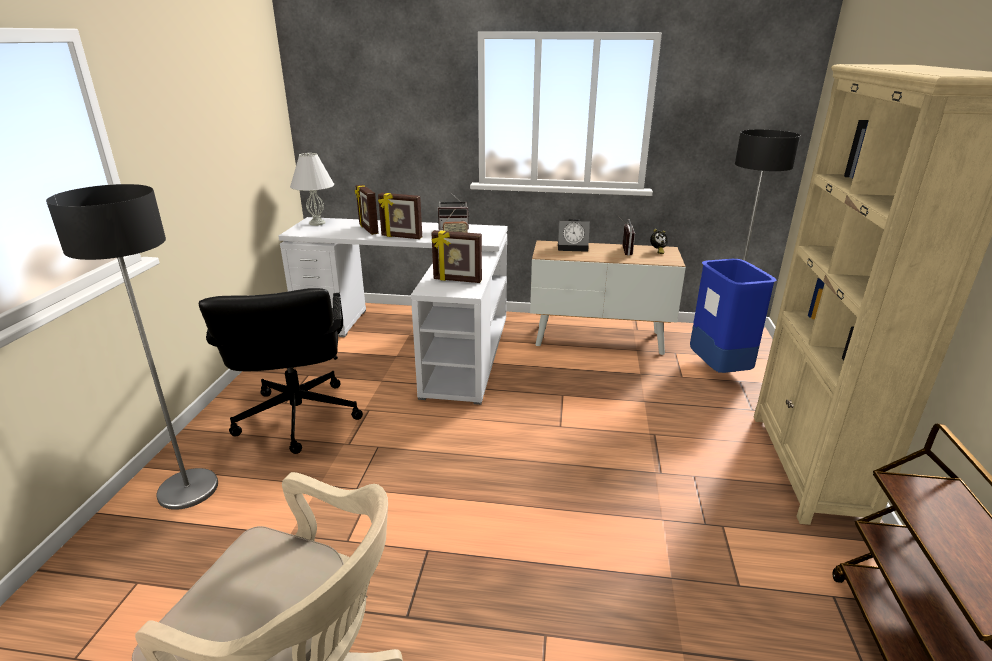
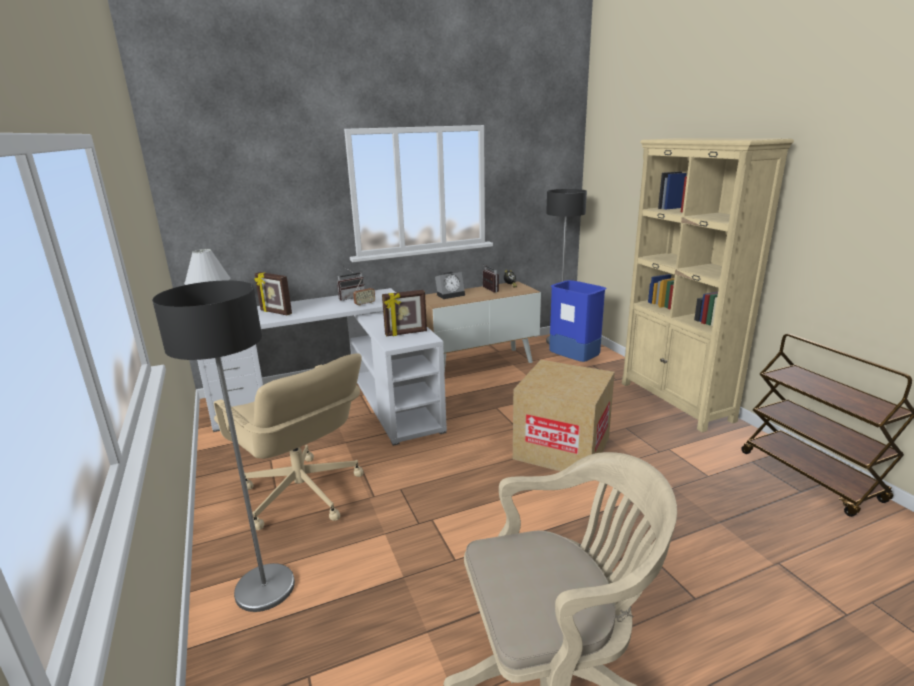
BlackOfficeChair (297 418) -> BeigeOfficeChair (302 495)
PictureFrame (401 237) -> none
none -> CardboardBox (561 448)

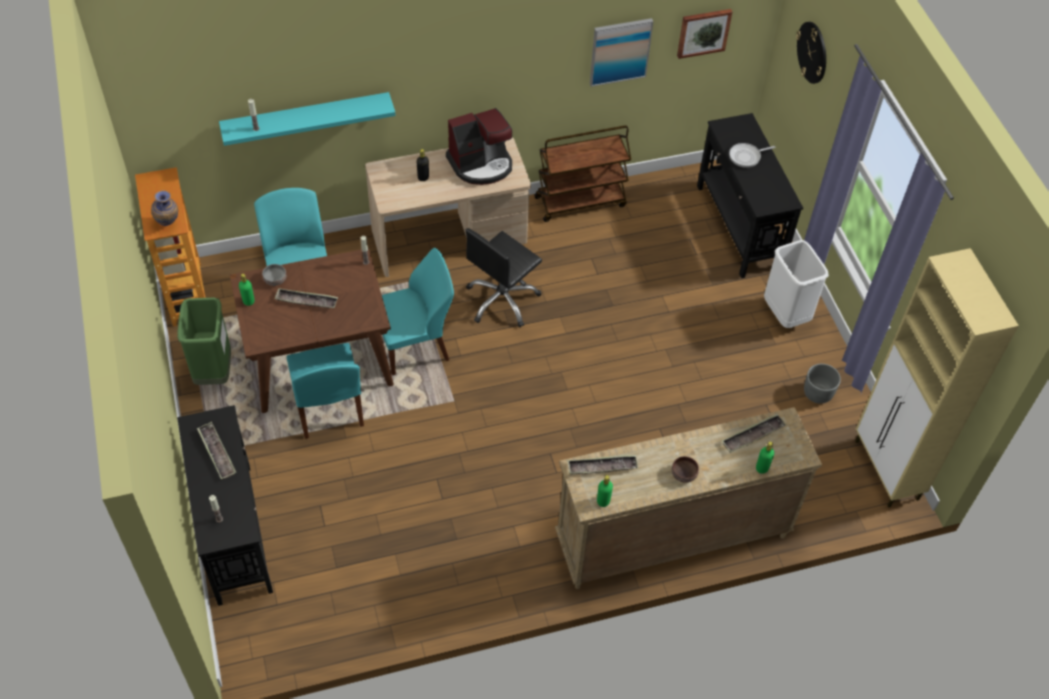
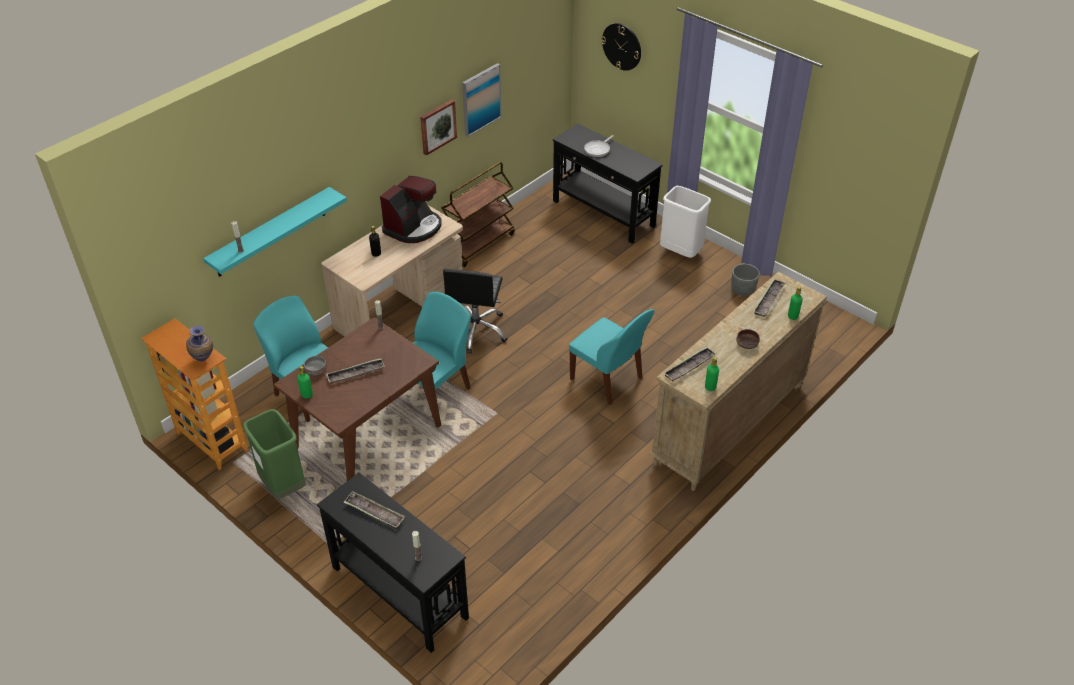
TurquoiseChair (329 409) -> TurquoiseChair (607 379), shifted
Picture (703 32) -> Picture (437 126), shifted
BeigeCabinet (886 471) -> none

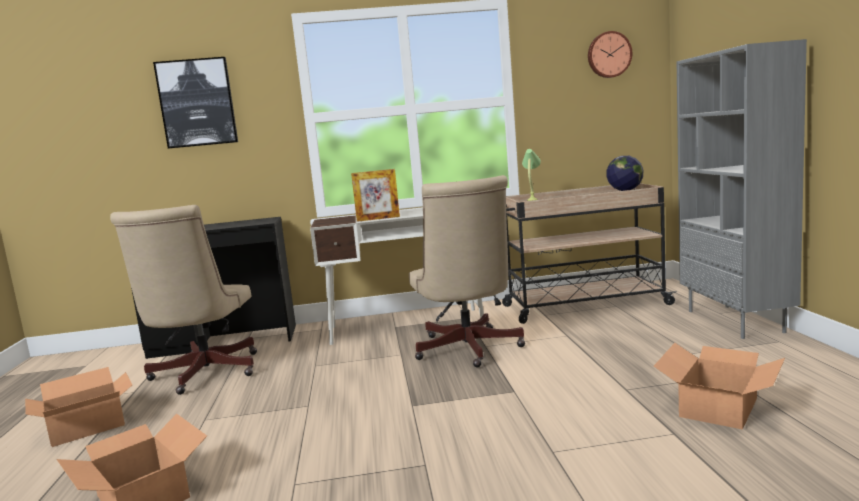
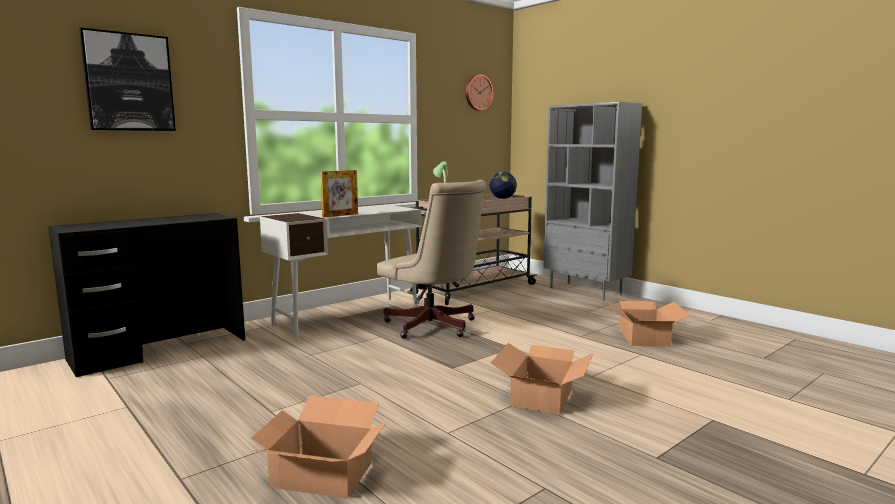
CardboardBox (87 427) -> CardboardBox (543 397), shifted
BeigeOfficeChair (202 375) -> none

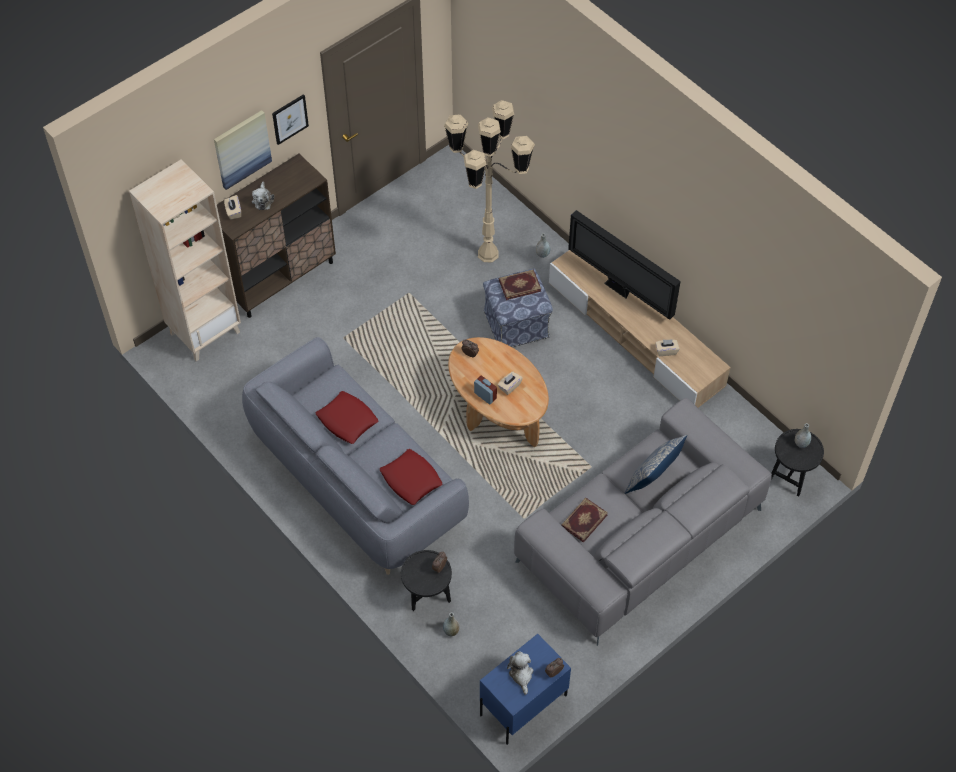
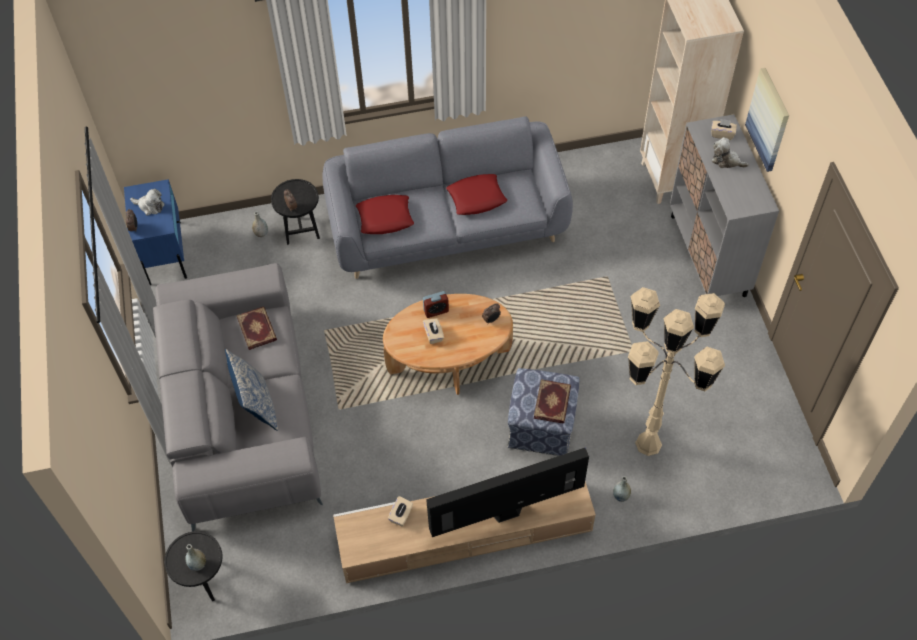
BrownCabinet (280 278) -> GreyCabinet (708 255)
Picture (290 119) -> none

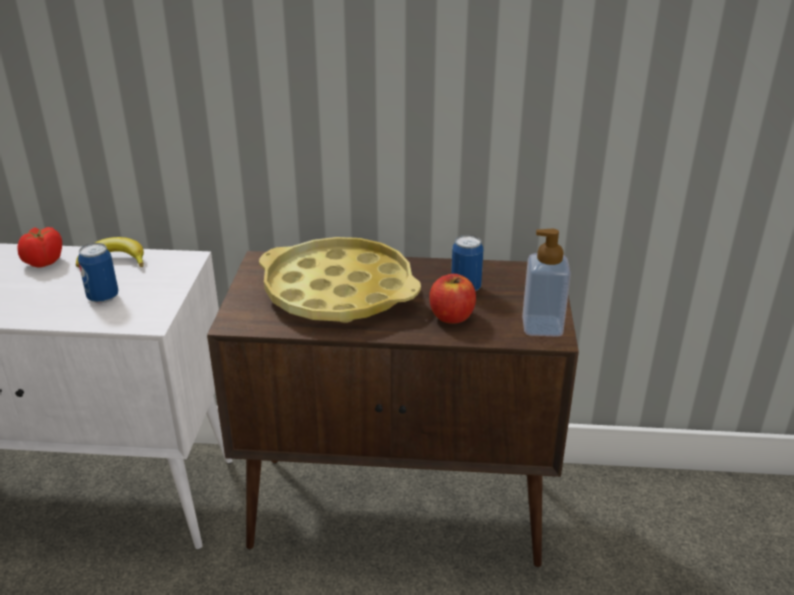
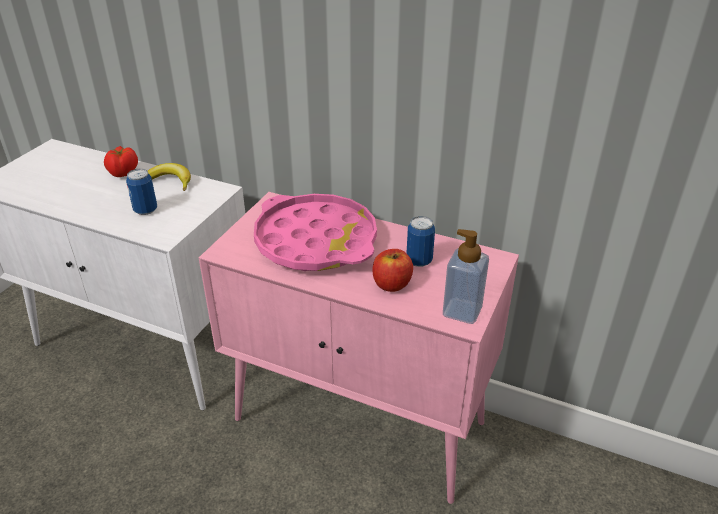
BrownCabinet (400 510) -> PinkCabinet (361 422)
YellowTray (338 291) -> PinkTray (316 241)

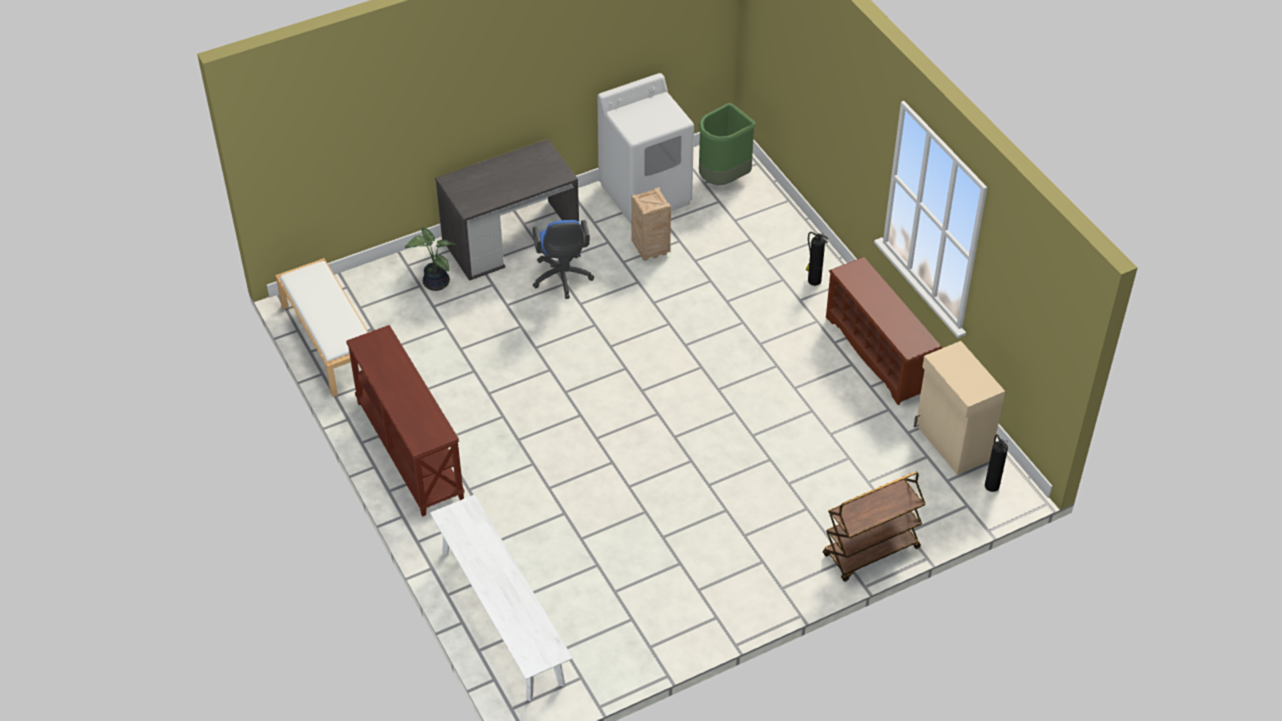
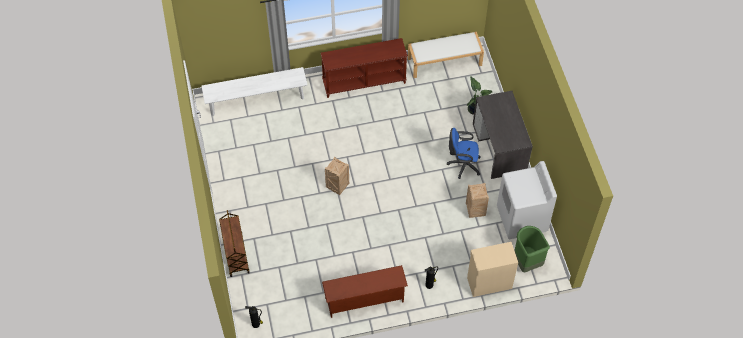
BeigeCabinet (951 443) -> BeigeCabinet (489 282), shifted
none -> Crate (338 186)

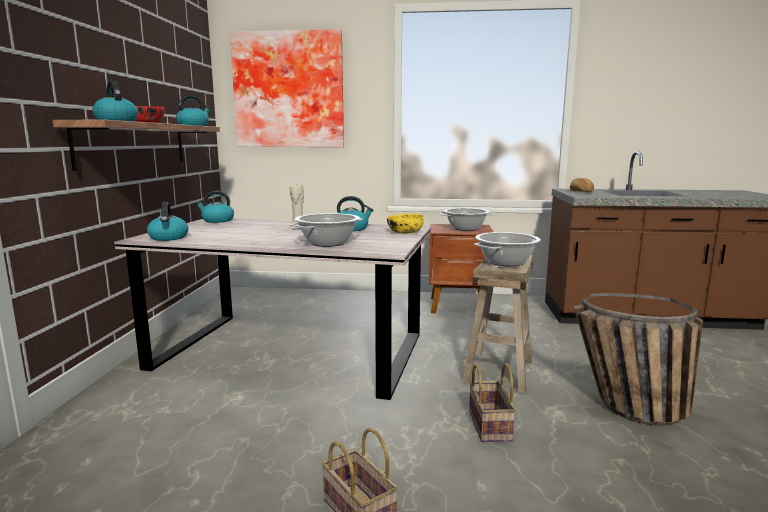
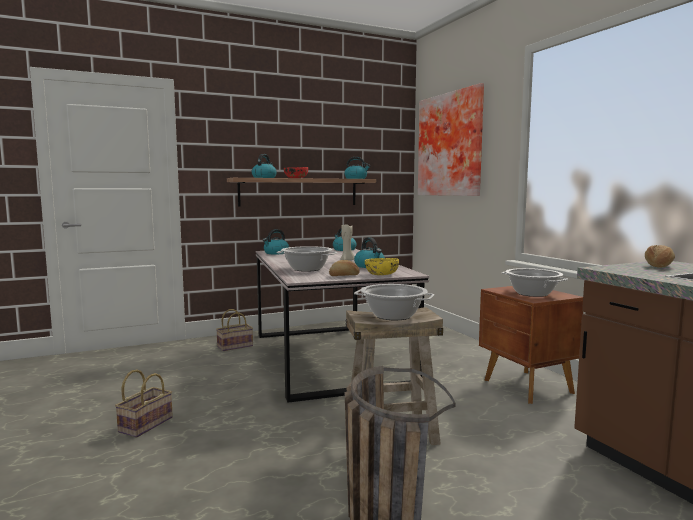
Basket (488 425) -> Basket (235 346), shifted
none -> Bread (344 276)

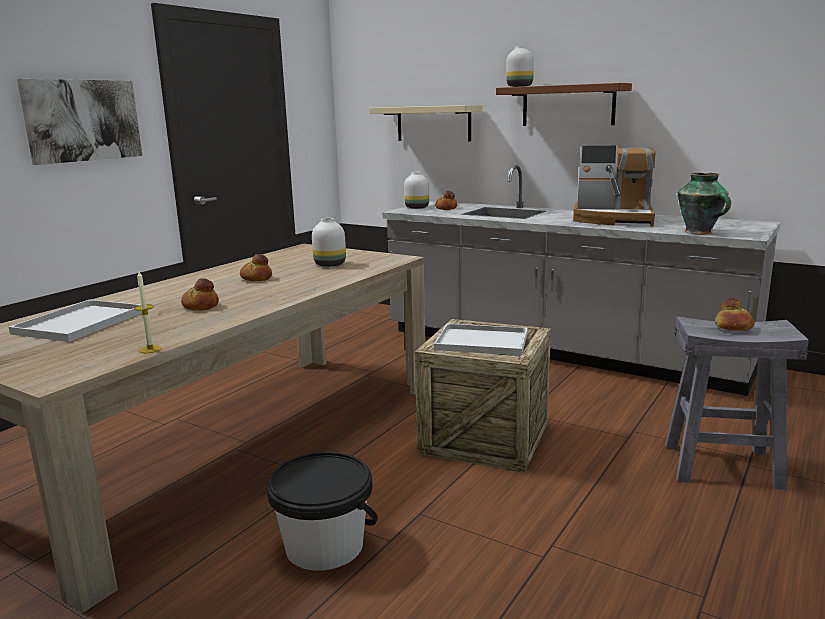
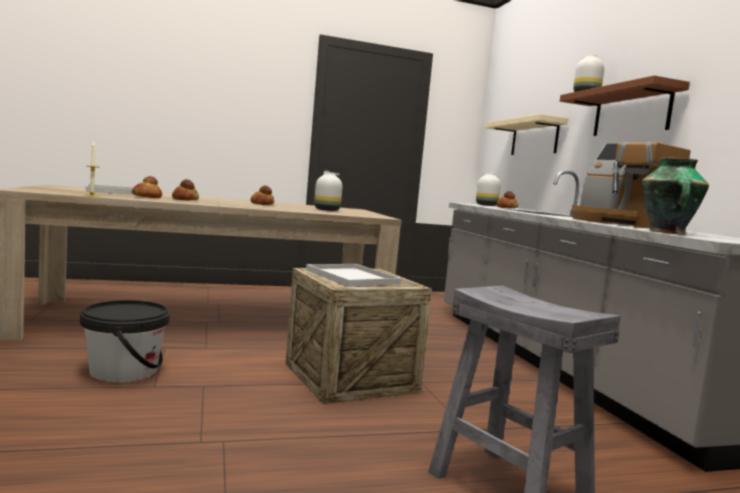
Picture (82 120) -> none
Bread (733 327) -> Bread (146 197), shifted

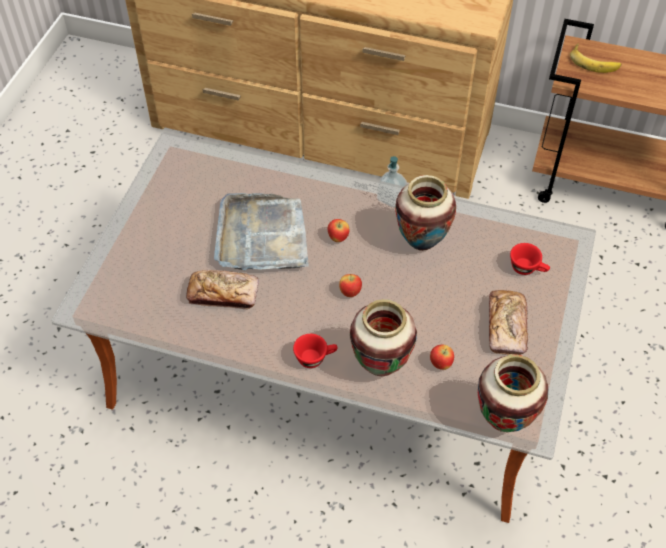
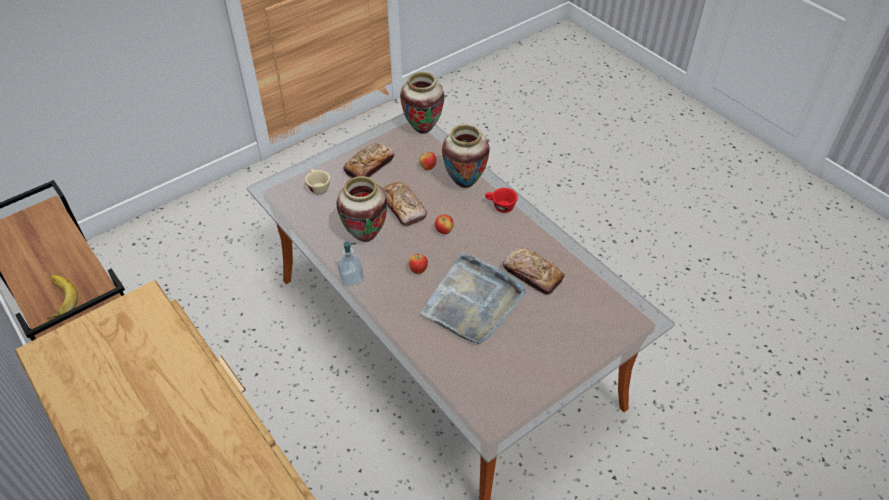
RedCup (527 268) -> BeigeCup (317 187)
none -> Bread (403 208)

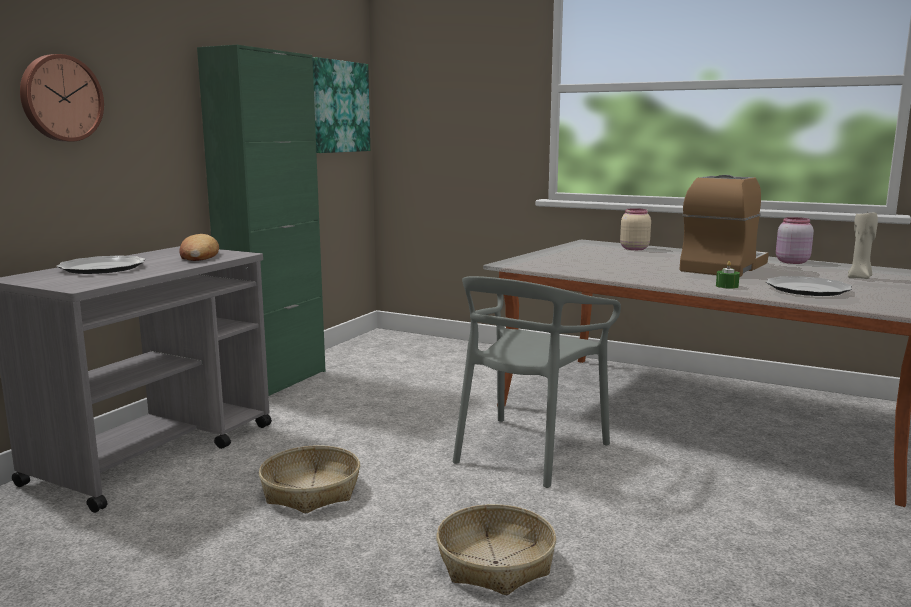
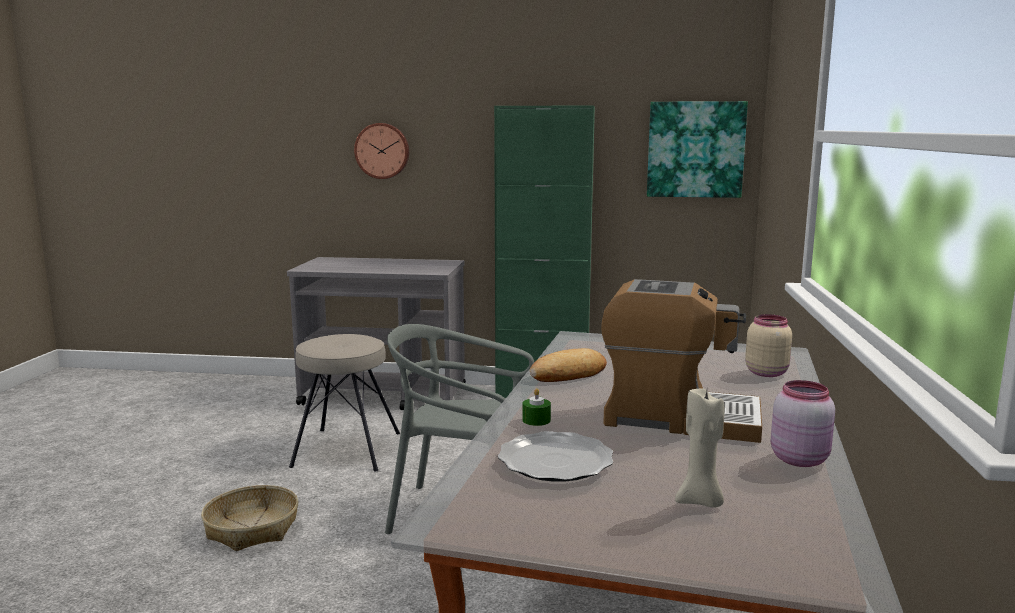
Plate (103 268) -> none
Bread (198 255) -> Bread (569 373), shifted
Basket (310 491) -> BeigeStool (346 449)

